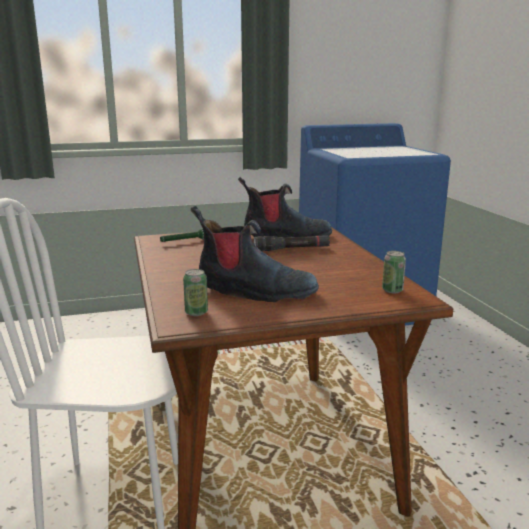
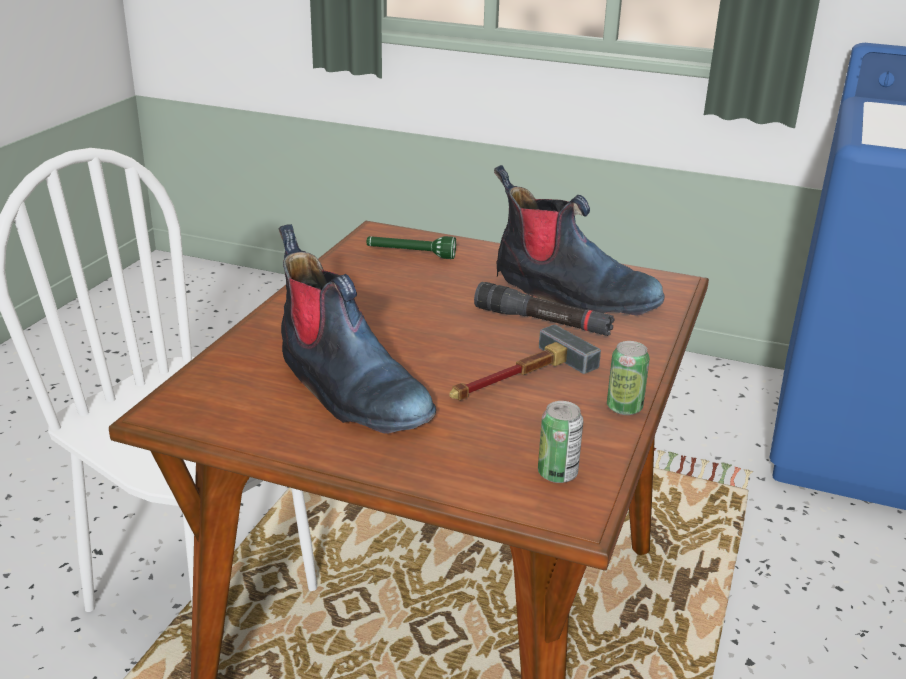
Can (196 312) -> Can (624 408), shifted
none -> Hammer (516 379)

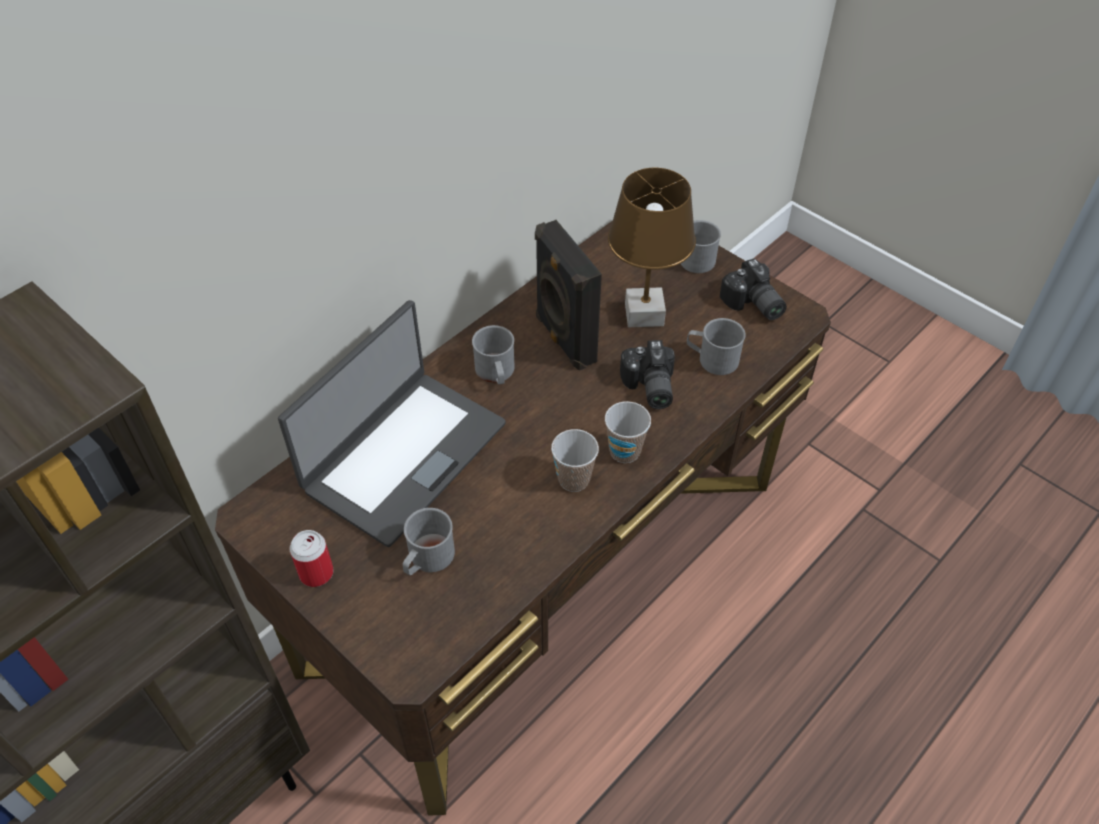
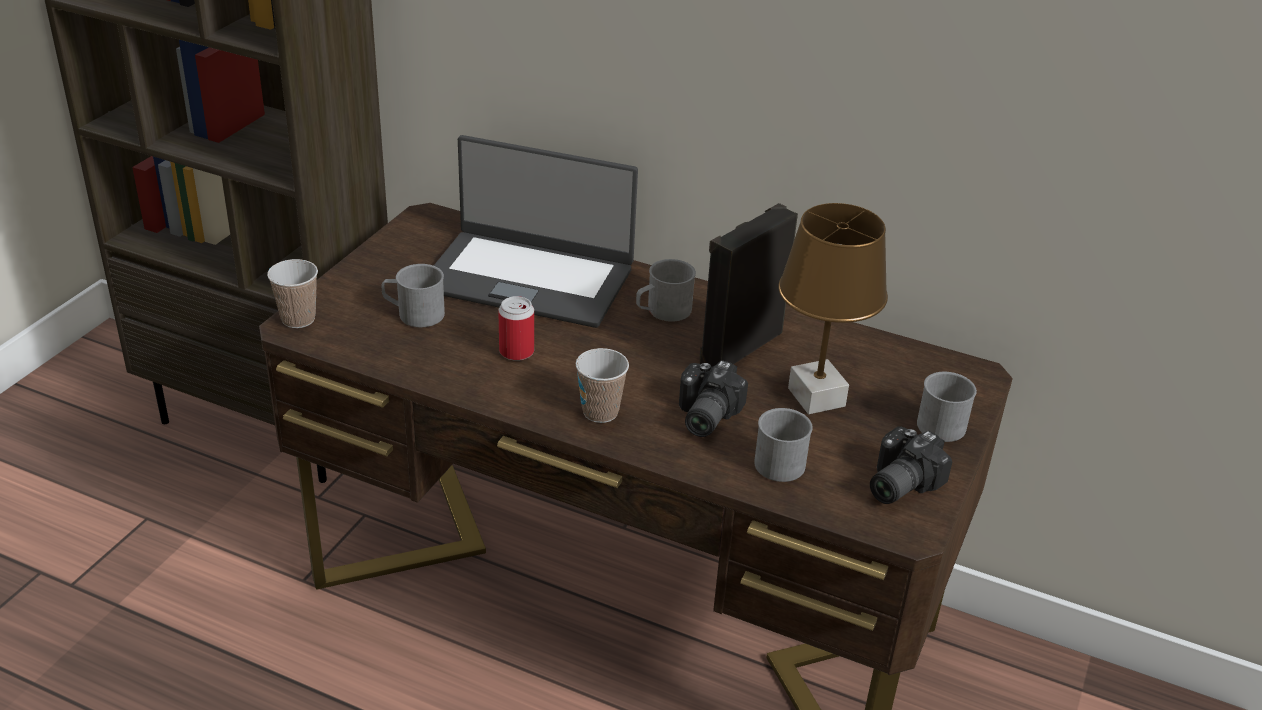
Can (316 573) -> Can (516 352), shifted
Cup (574 479) -> Cup (298 319), shifted
PhotoCamera (648 387) -> PhotoCamera (703 416), 45 degrees counterclockwise

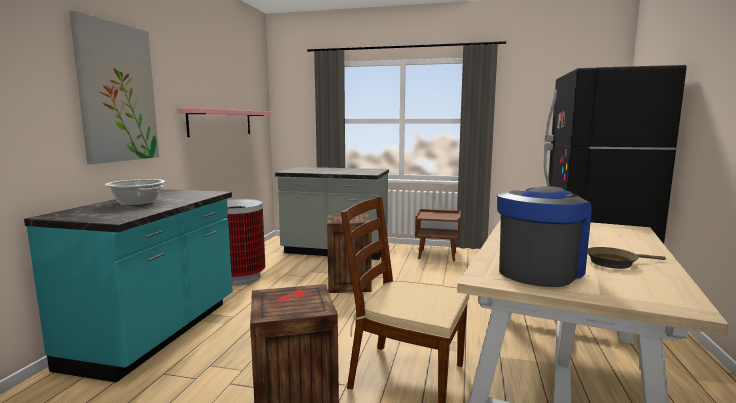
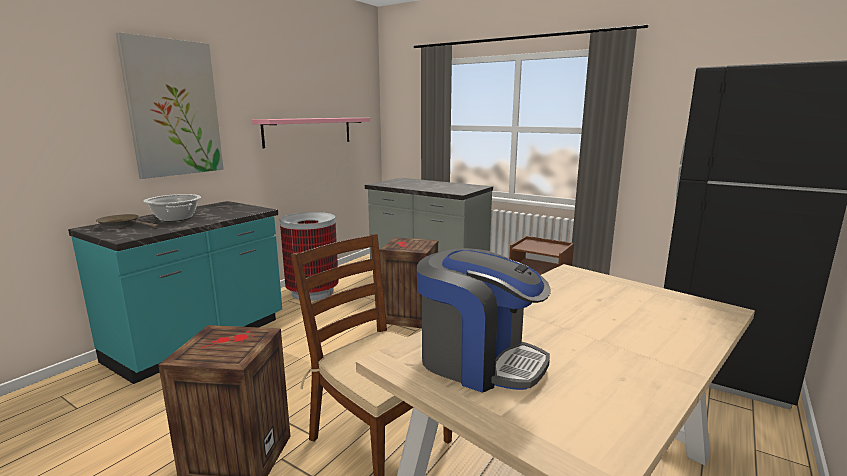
CoffeeMachine (540 270) -> CoffeeMachine (479 361), 60 degrees clockwise
BrownFryingPan (614 262) -> BrownFryingPan (122 225), shifted

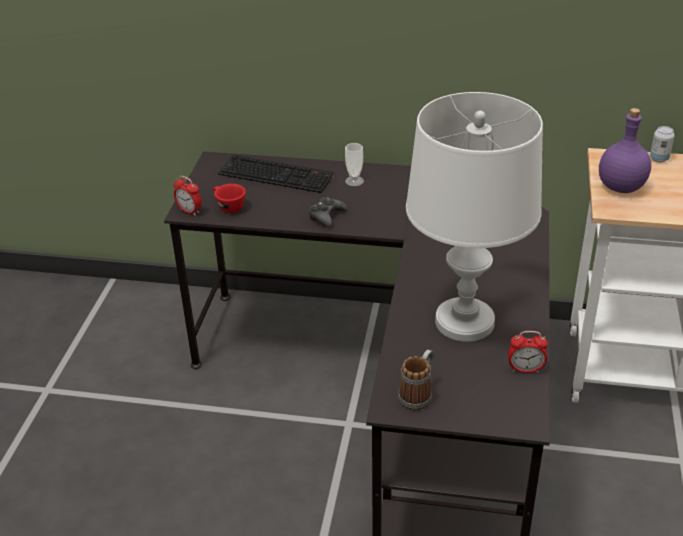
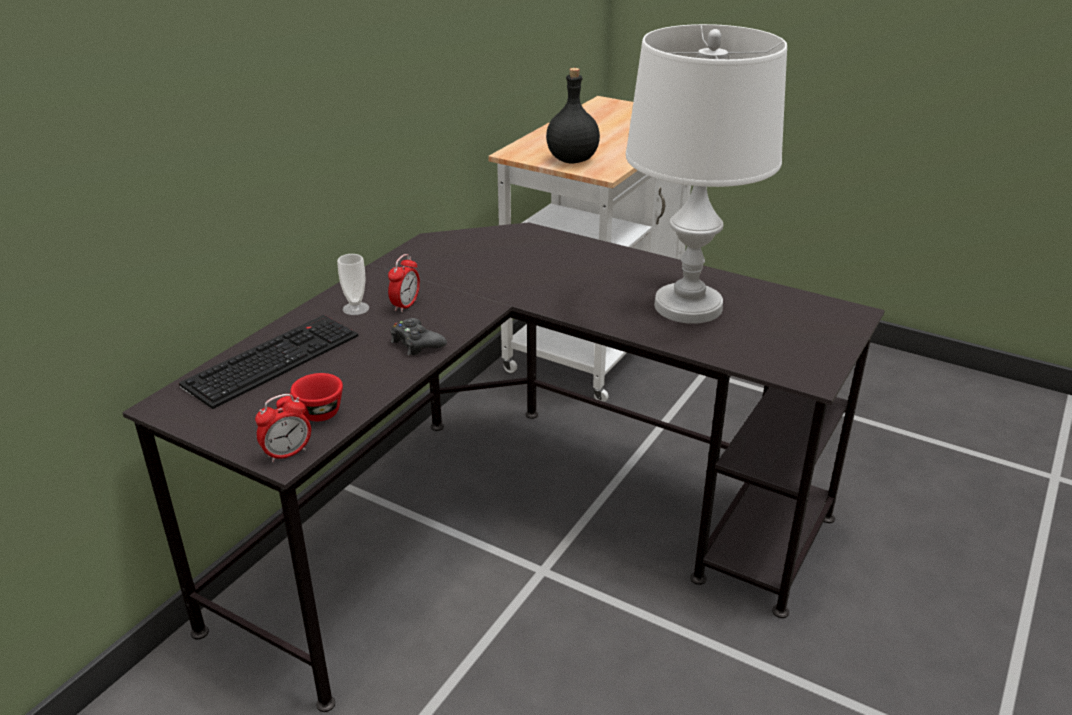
Mug (418 394) -> none
AlarmClock (525 369) -> AlarmClock (405 305), shifted
PurpleBottle (620 187) -> BlackBottle (572 160)
Can (659 159) -> none

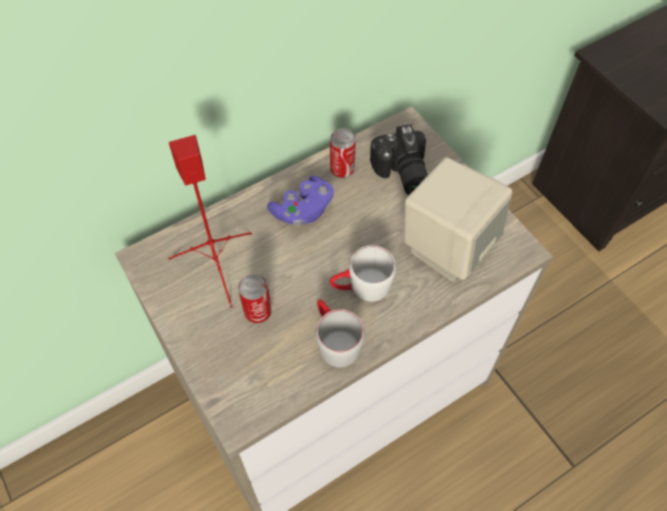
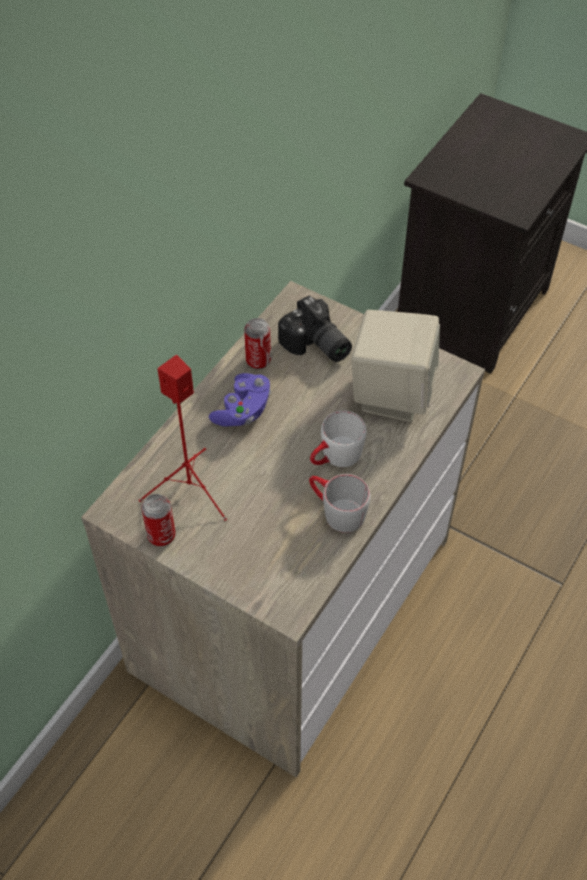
Can (258 312) -> Can (161 535), shifted

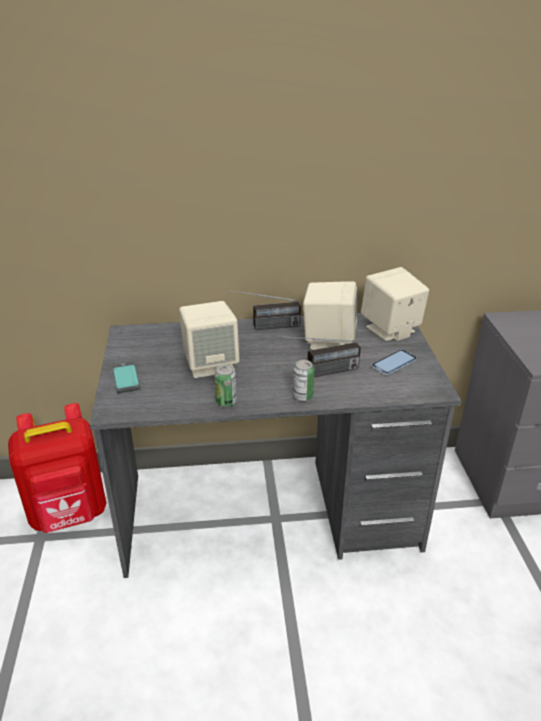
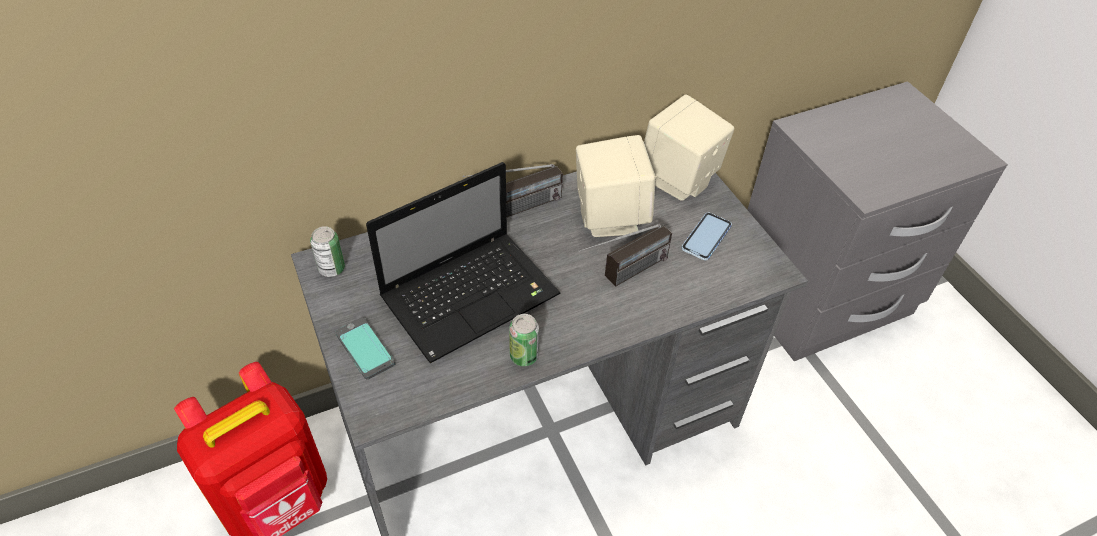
BeigeSpeaker (210 364) -> Laptop (472 295)
Can (302 396) -> Can (332 269), shifted

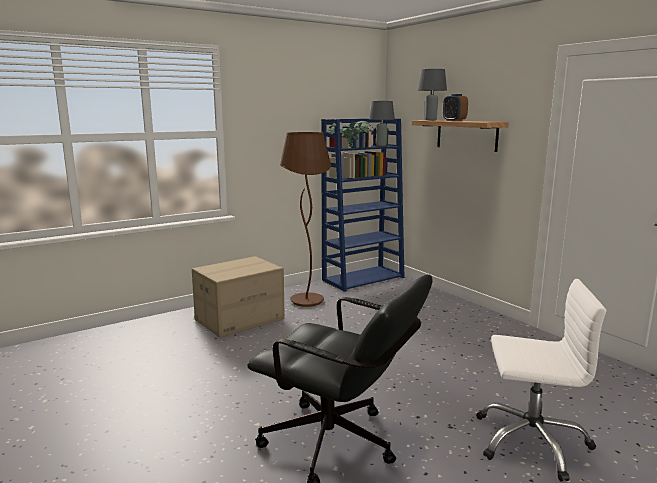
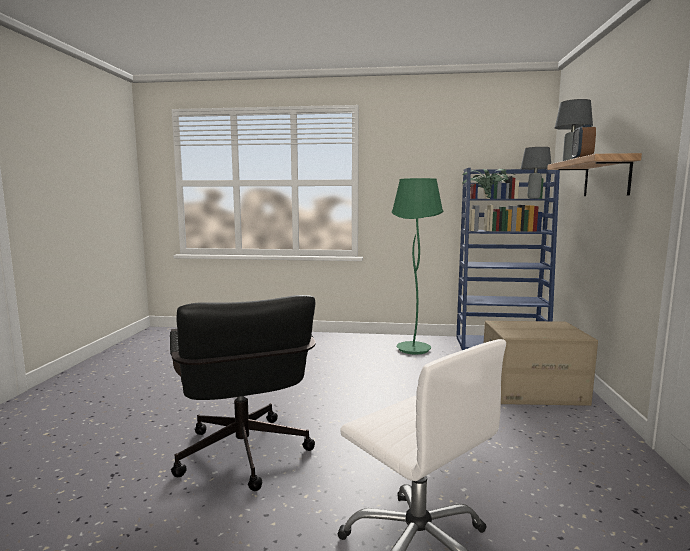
CardboardBox (239 319) -> CardboardBox (532 390), shifted
BrownFloorLamp (306 301) -> GreenFloorLamp (413 349)

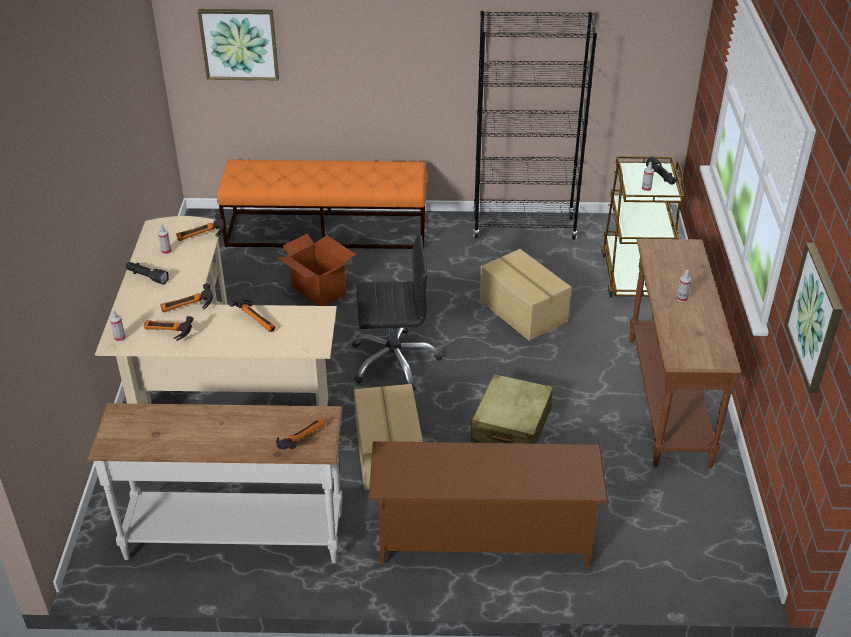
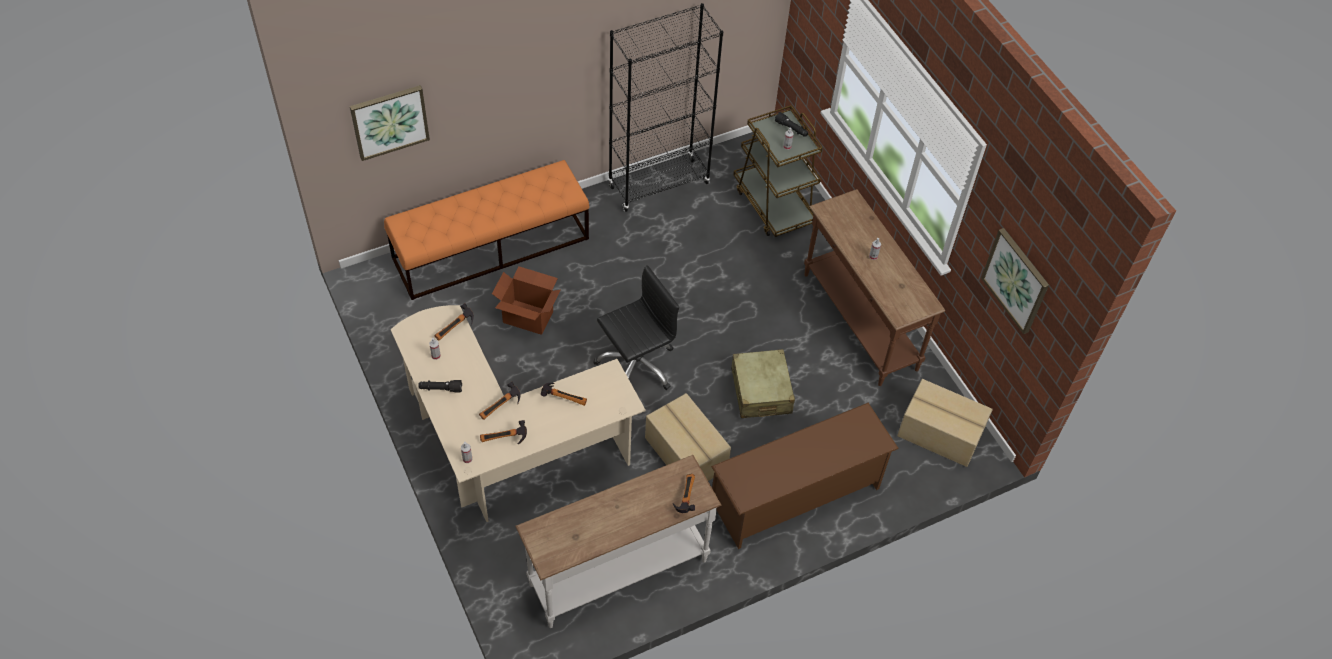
CardboardBox (522 311) -> CardboardBox (940 434), shifted

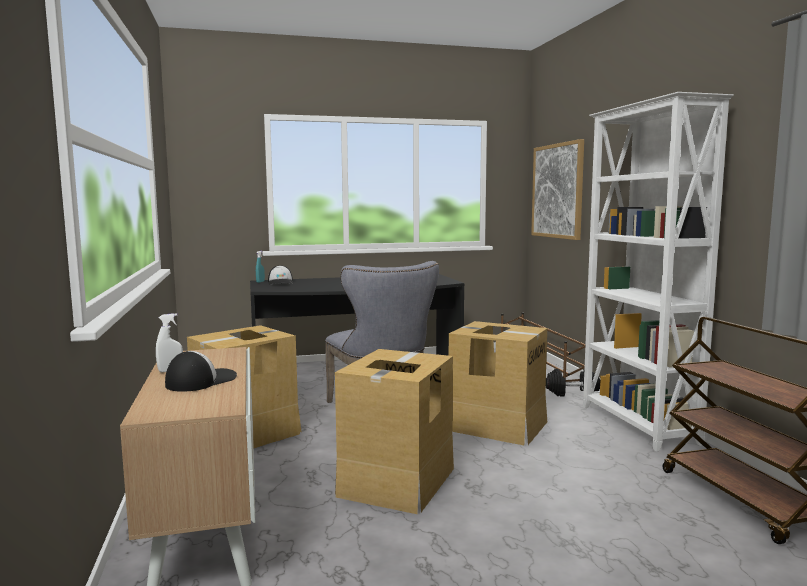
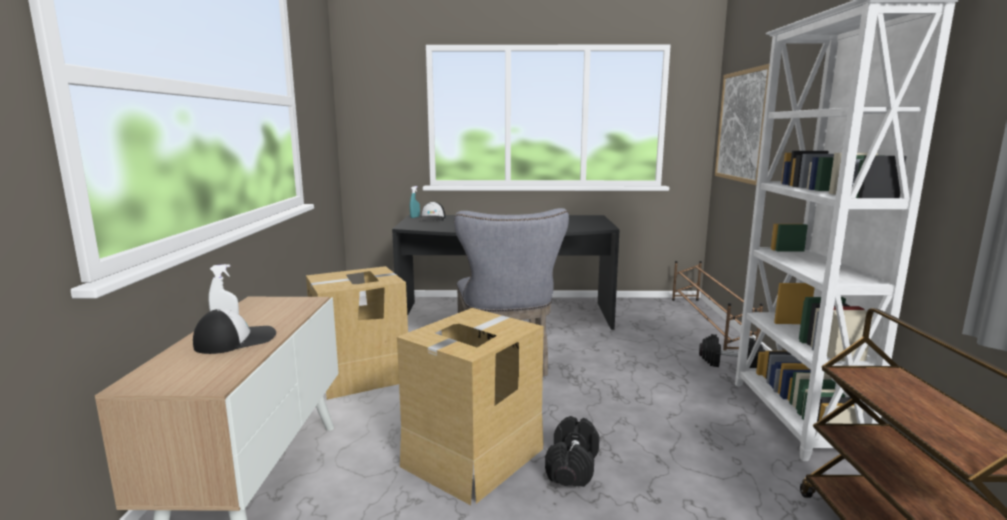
CardboardBox (497 425) -> none
none -> BlackDumbbell (572 466)

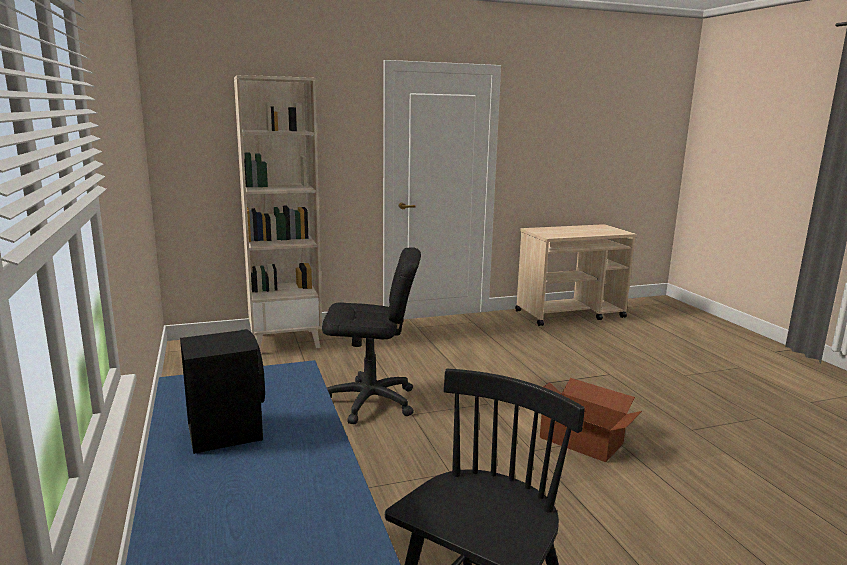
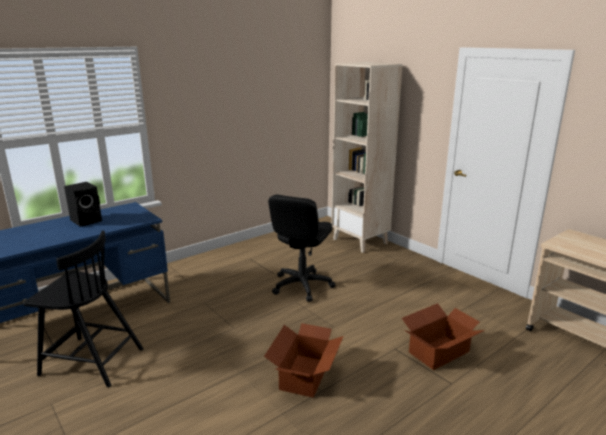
BlackOfficeChair (370 402) -> BlackOfficeChair (302 285), 45 degrees clockwise
none -> CardboardBox (438 352)

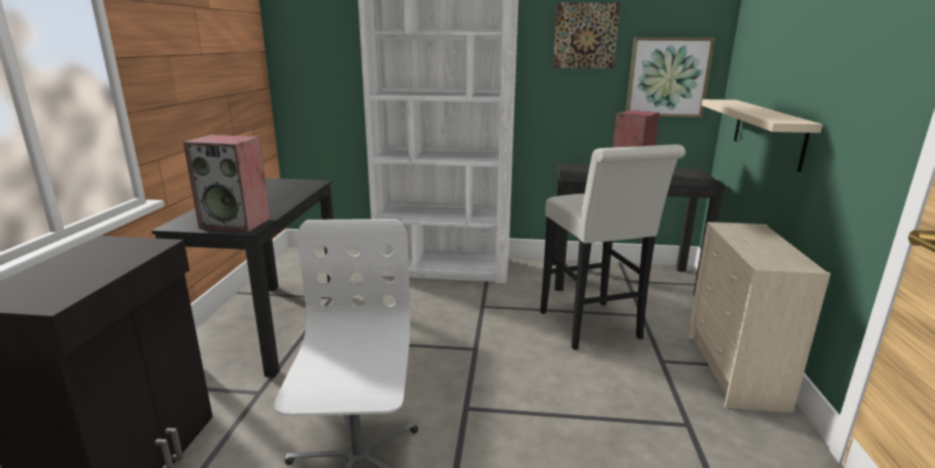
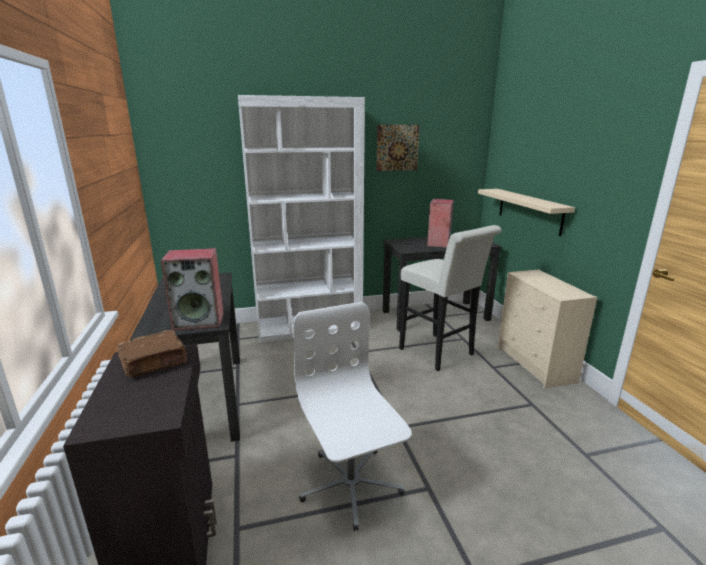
Picture (667 77) -> none
none -> BrownBook (155 363)

